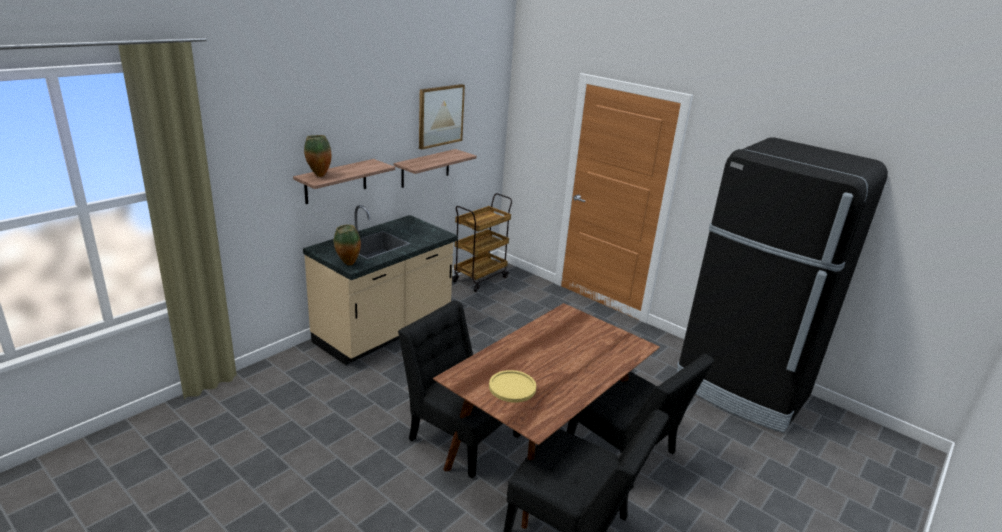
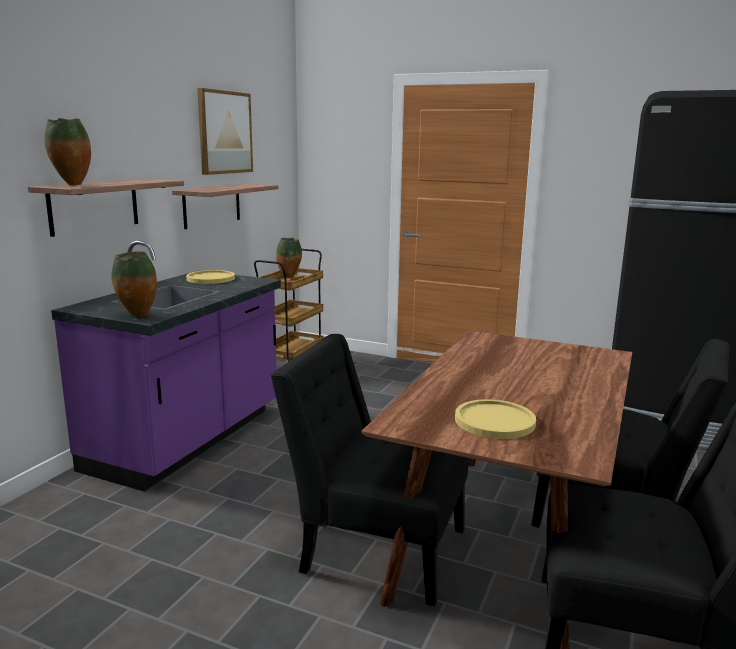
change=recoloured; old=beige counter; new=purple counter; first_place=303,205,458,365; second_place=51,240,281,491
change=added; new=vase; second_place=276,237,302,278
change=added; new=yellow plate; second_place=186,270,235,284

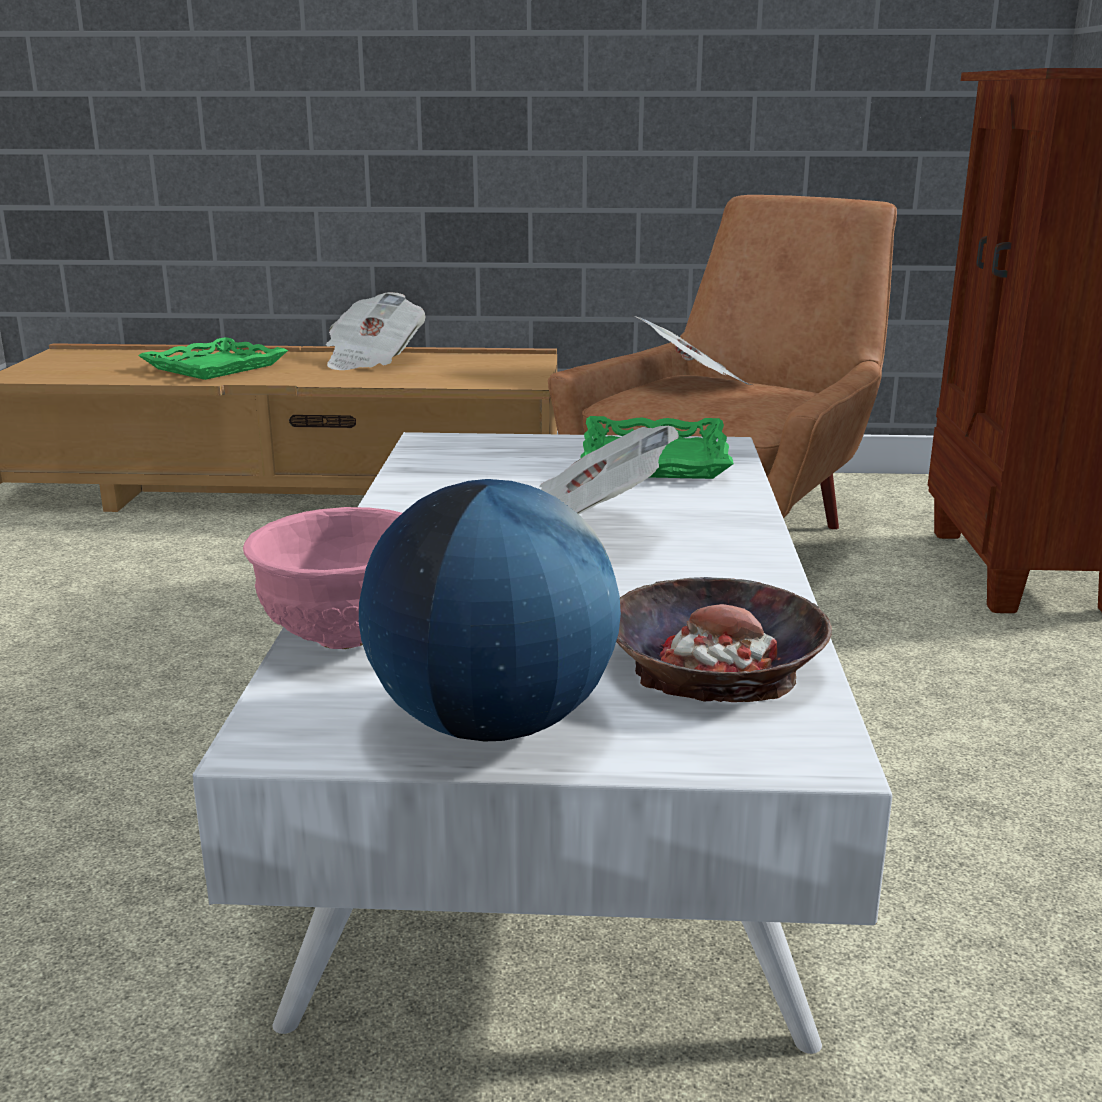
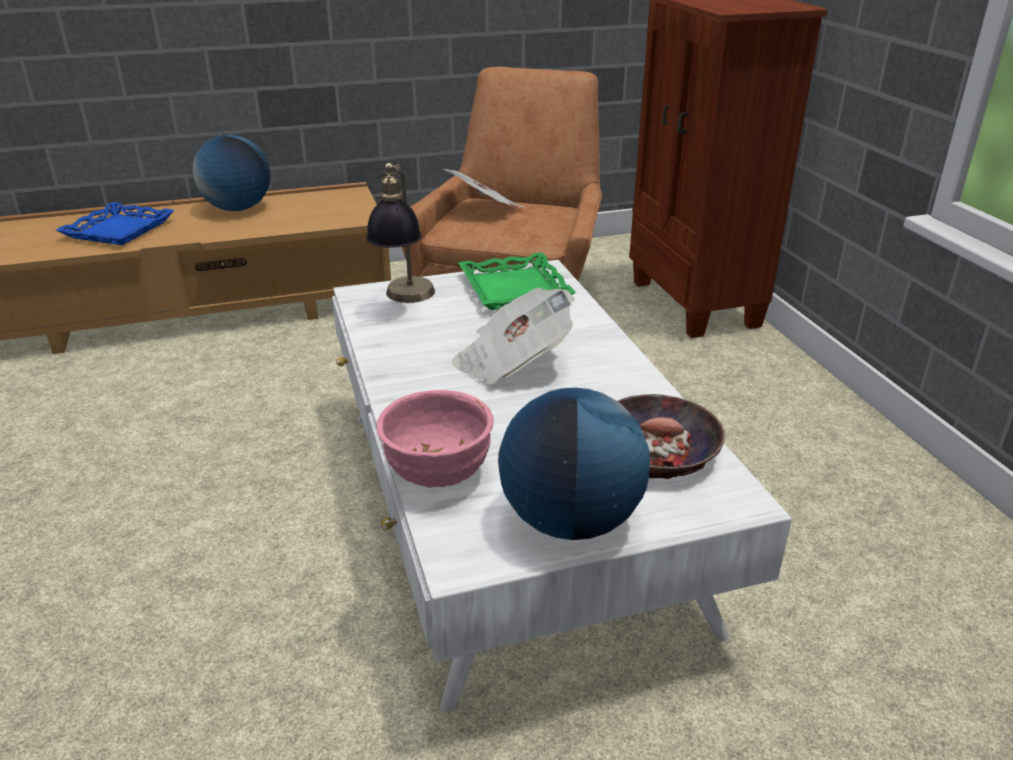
change=replaced; old=newspaper; new=globe; first_place=326,292,426,370; second_place=193,135,270,211
change=recoloured; old=green tray; new=blue tray; first_place=138,337,288,380; second_place=56,202,175,245
change=added; new=table lamp; second_place=366,163,435,303

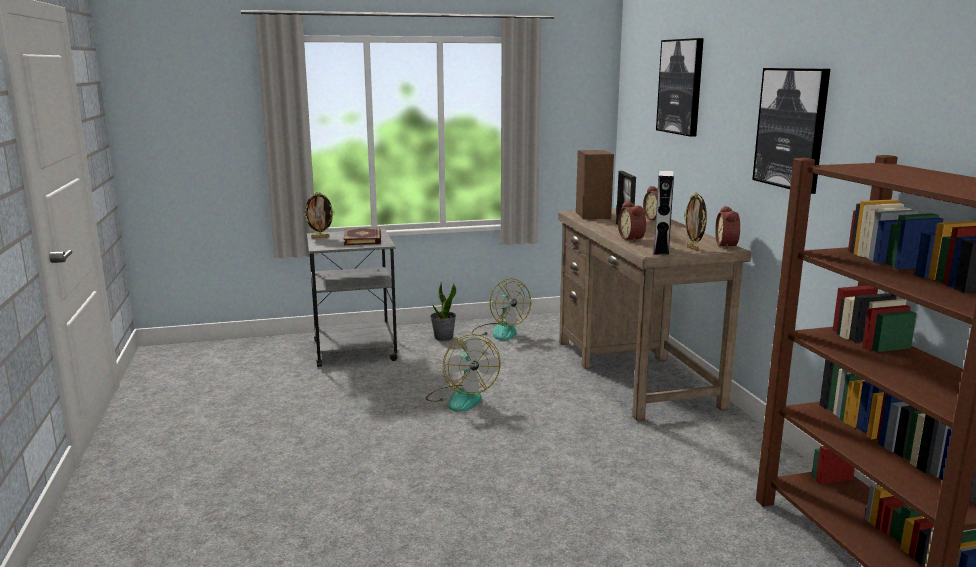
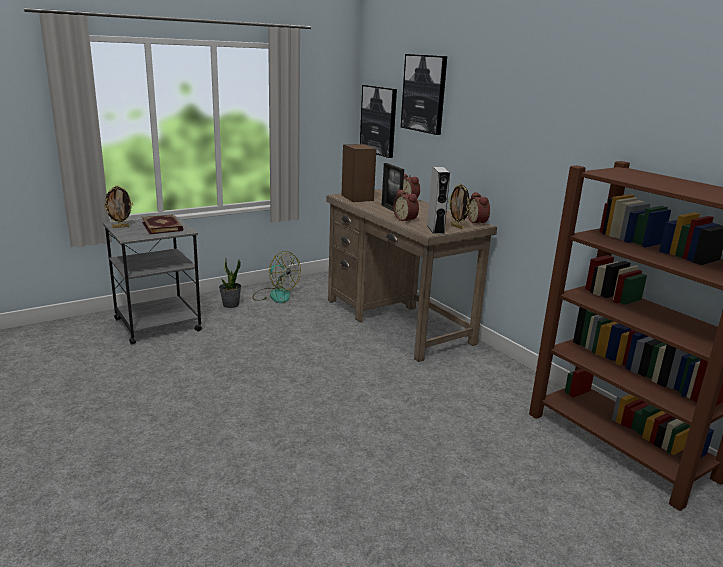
change=moved; old=picture; first_place=752,68,830,194; second_place=360,85,397,158
change=removed; old=fan; first_place=426,334,501,412

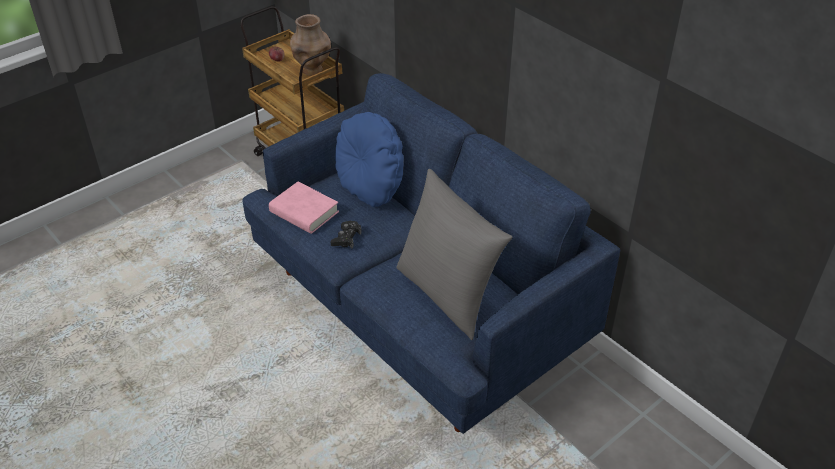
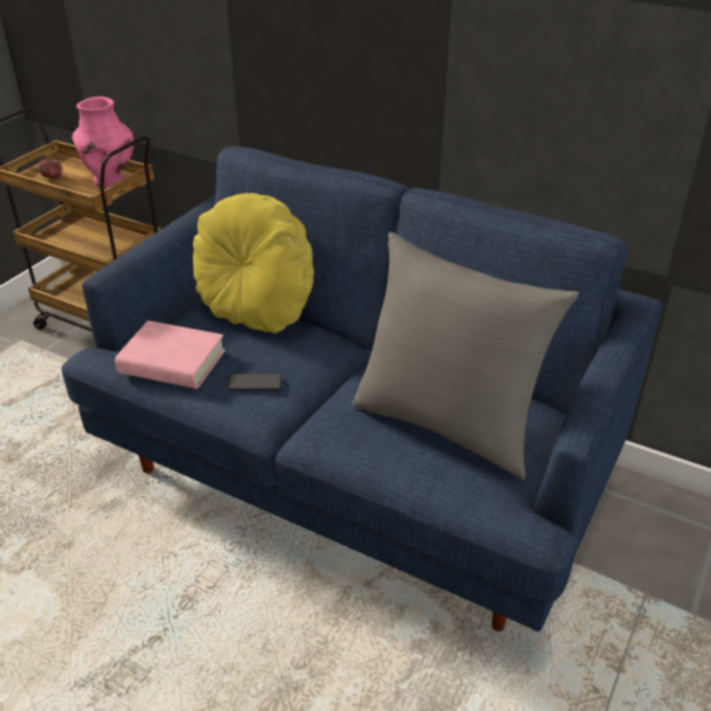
change=recoloured; old=brown vase; new=pink vase; first_place=290,14,331,76; second_place=72,97,134,188
change=recoloured; old=blue pillow; new=yellow pillow; first_place=335,112,403,207; second_place=193,193,314,333
change=replaced; old=black game controller; new=phone; first_place=330,221,362,248; second_place=228,373,282,391

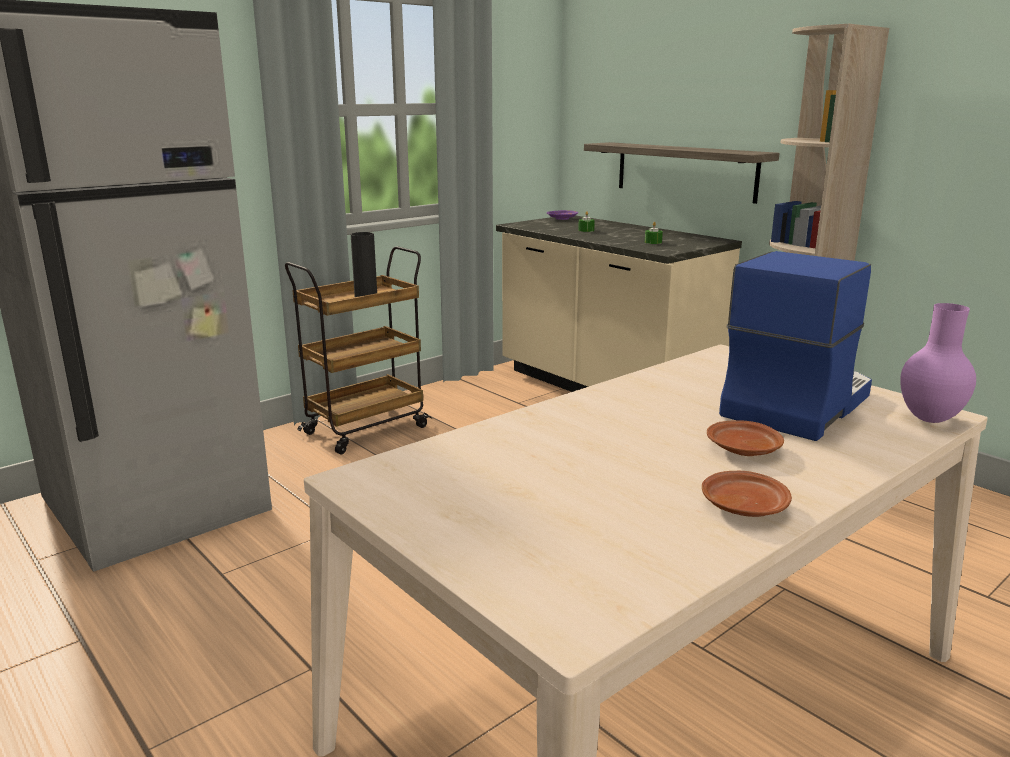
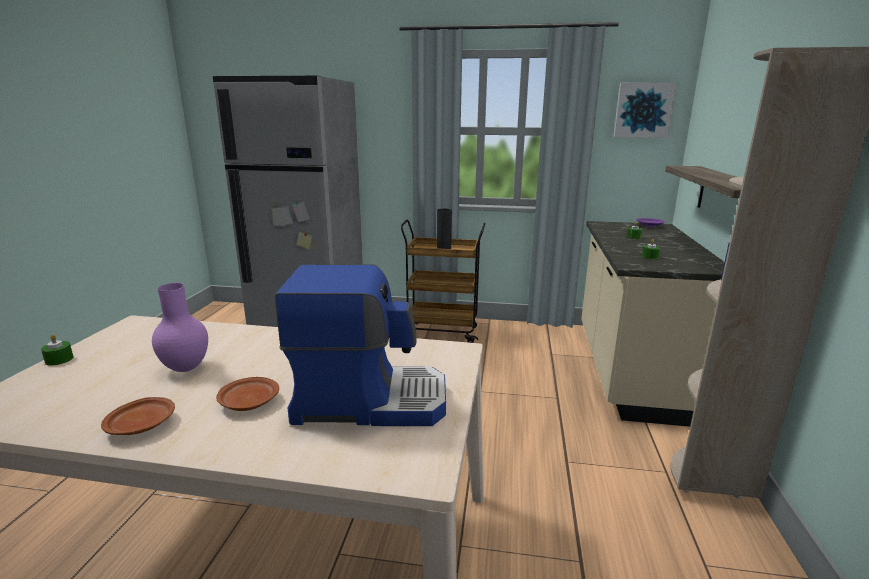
change=moved; old=purple vase; first_place=900,303,976,423; second_place=152,283,208,372
change=added; new=picture; second_place=613,82,677,138
change=added; new=green candle; second_place=41,334,74,366

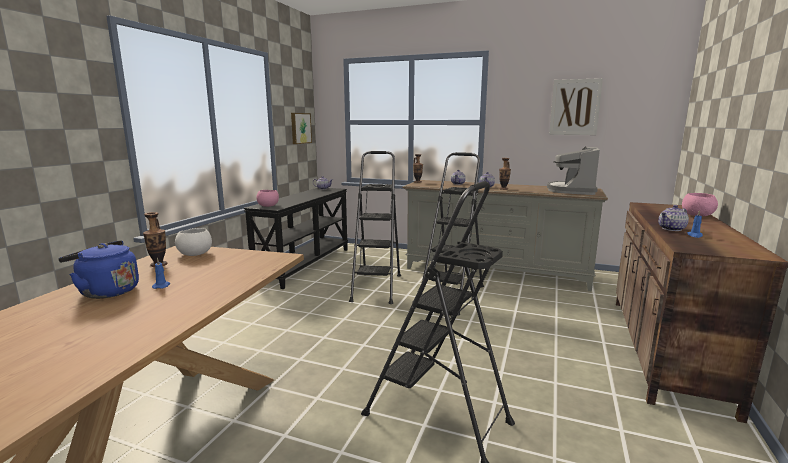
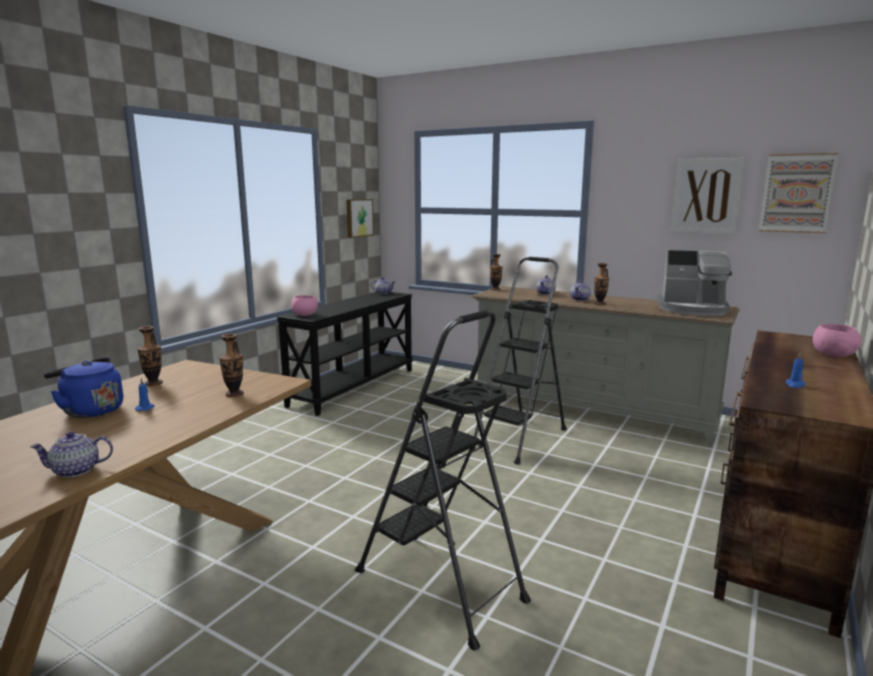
change=turned; old=coffee machine; first_place=547,147,600,195; second_place=657,250,732,316; degrees=-105
change=removed; old=step ladder; first_place=349,151,401,304
change=moved; old=teapot; first_place=658,205,689,231; second_place=30,431,113,478
change=removed; old=white bowl; first_place=175,228,212,256
change=added; new=picture; second_place=759,153,838,233
change=added; new=vase; second_place=219,334,244,397

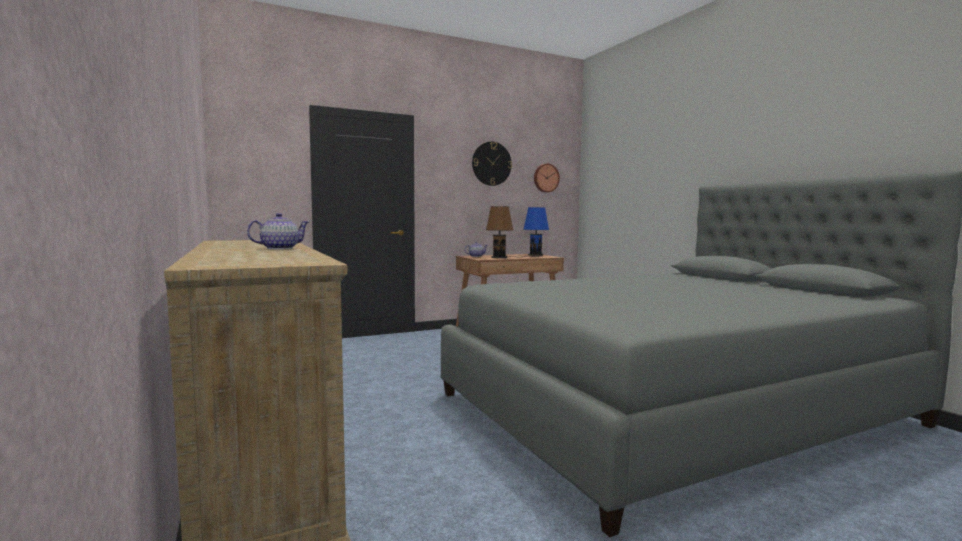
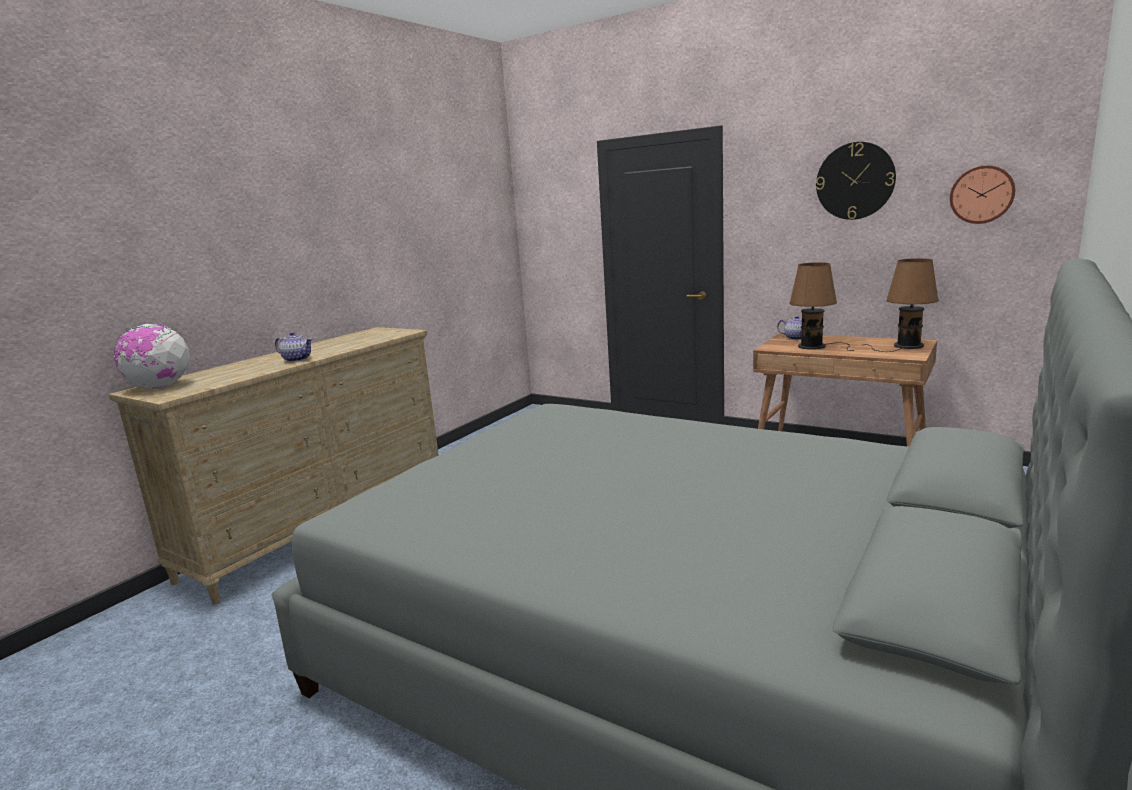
change=recoloured; old=blue table lamp; new=brown table lamp; first_place=523,207,549,257; second_place=864,258,939,352
change=added; new=globe; second_place=114,324,189,388

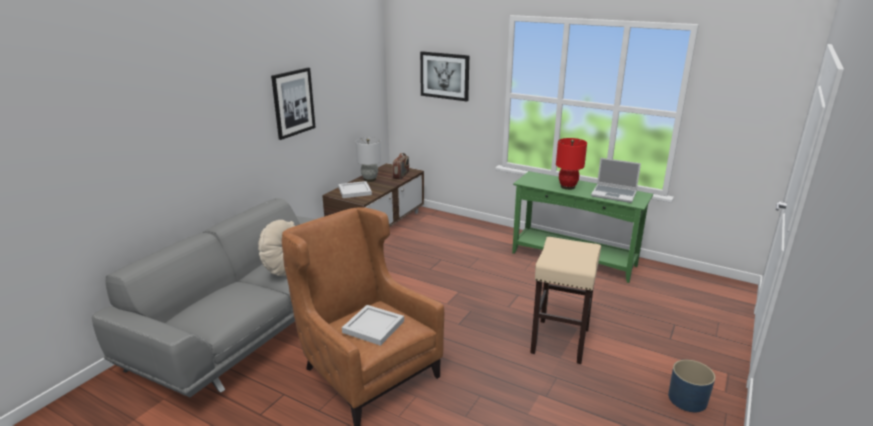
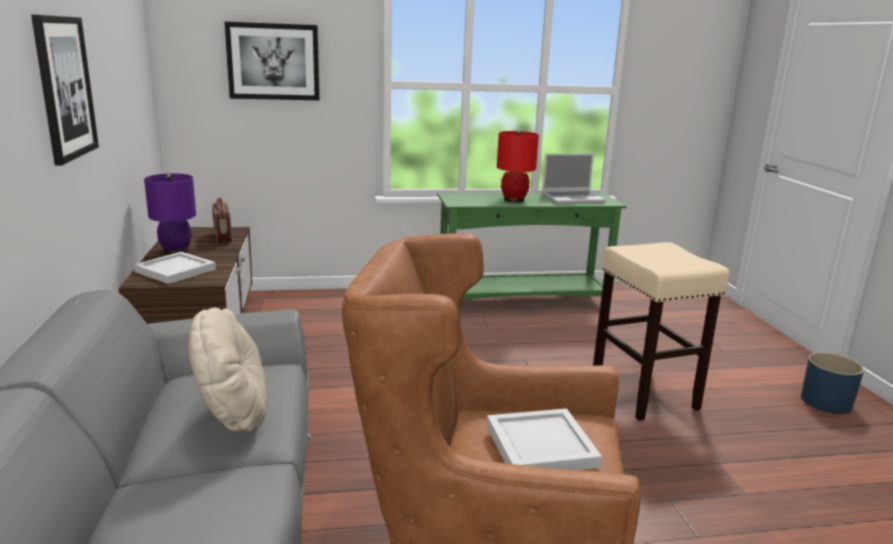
change=recoloured; old=white table lamp; new=purple table lamp; first_place=356,137,381,182; second_place=144,174,196,254

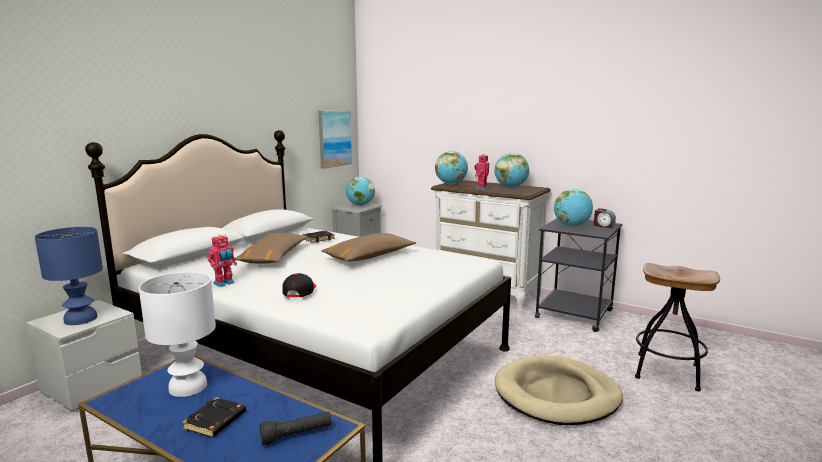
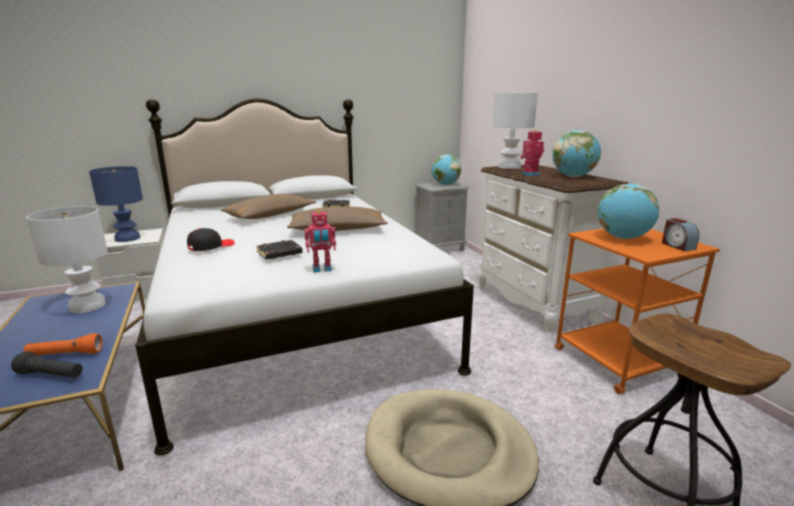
change=removed; old=picture; first_place=318,110,352,169
change=replaced; old=globe; new=white table lamp; first_place=435,151,468,184; second_place=492,92,538,169
change=recoloured; old=black cart; new=orange cart; first_place=535,218,623,332; second_place=555,228,720,394
change=moved; old=toy robot; first_place=208,234,237,287; second_place=304,210,336,273
change=moved; old=black book; first_place=182,397,246,437; second_place=256,240,303,260
change=added; new=orange flashlight; second_place=23,333,102,356

